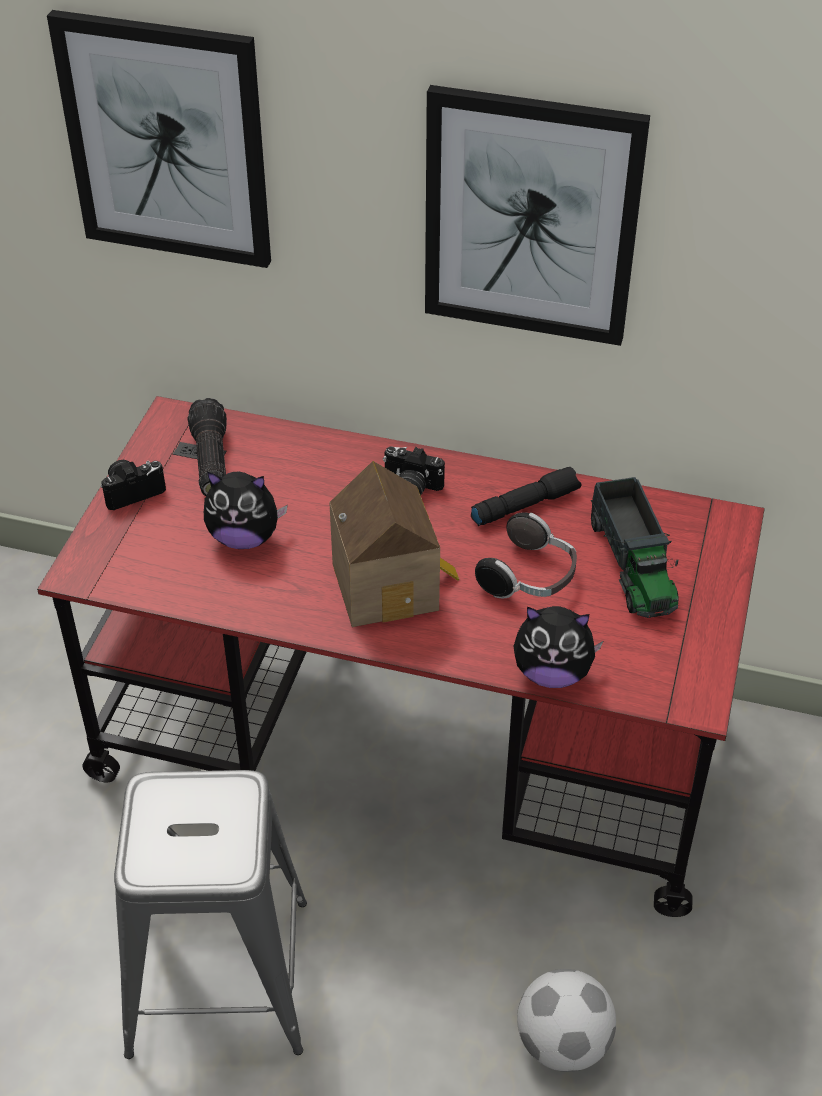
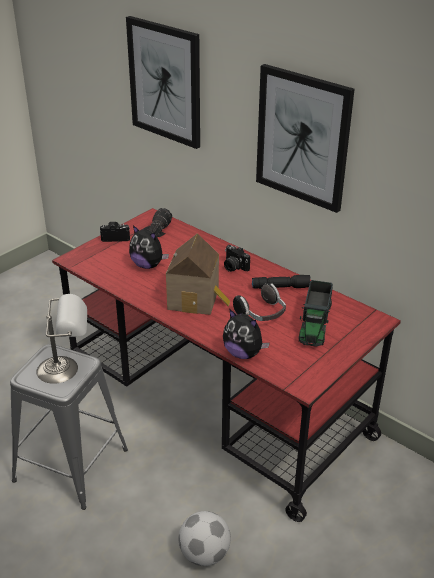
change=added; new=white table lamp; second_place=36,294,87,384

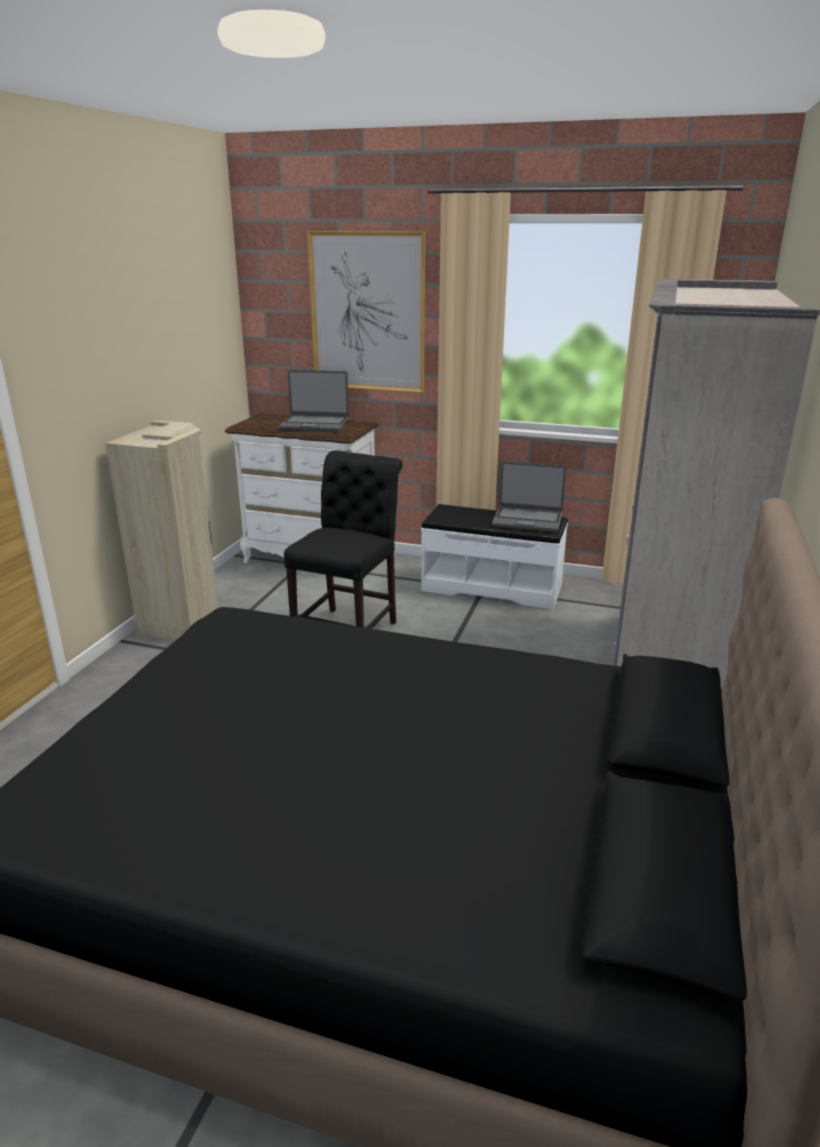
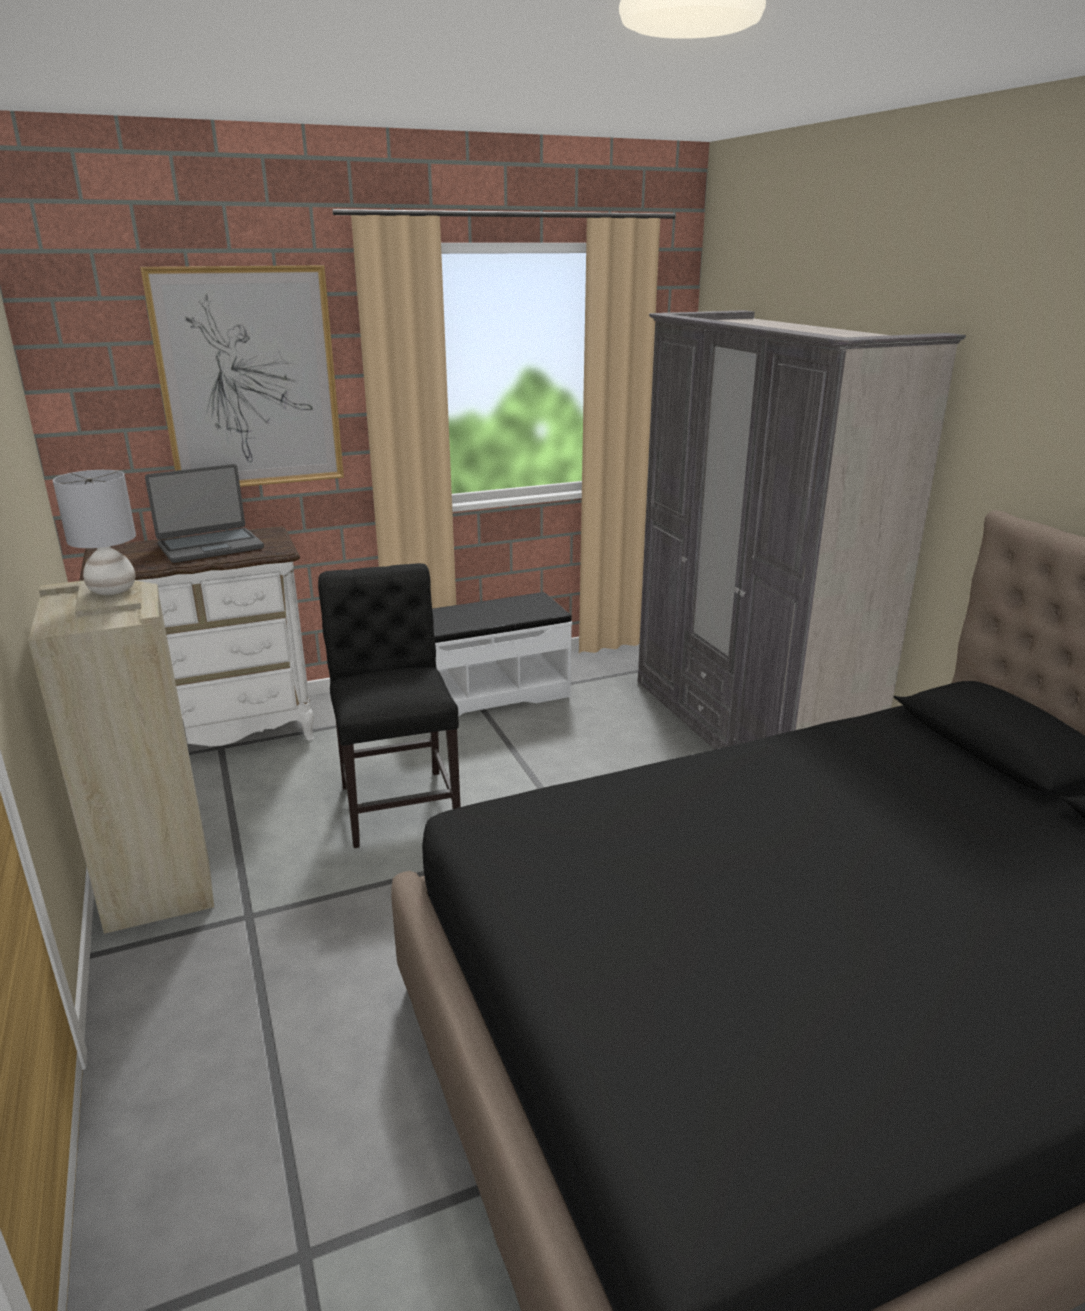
change=removed; old=laptop; first_place=492,461,566,532
change=added; new=grey table lamp; second_place=53,470,136,596

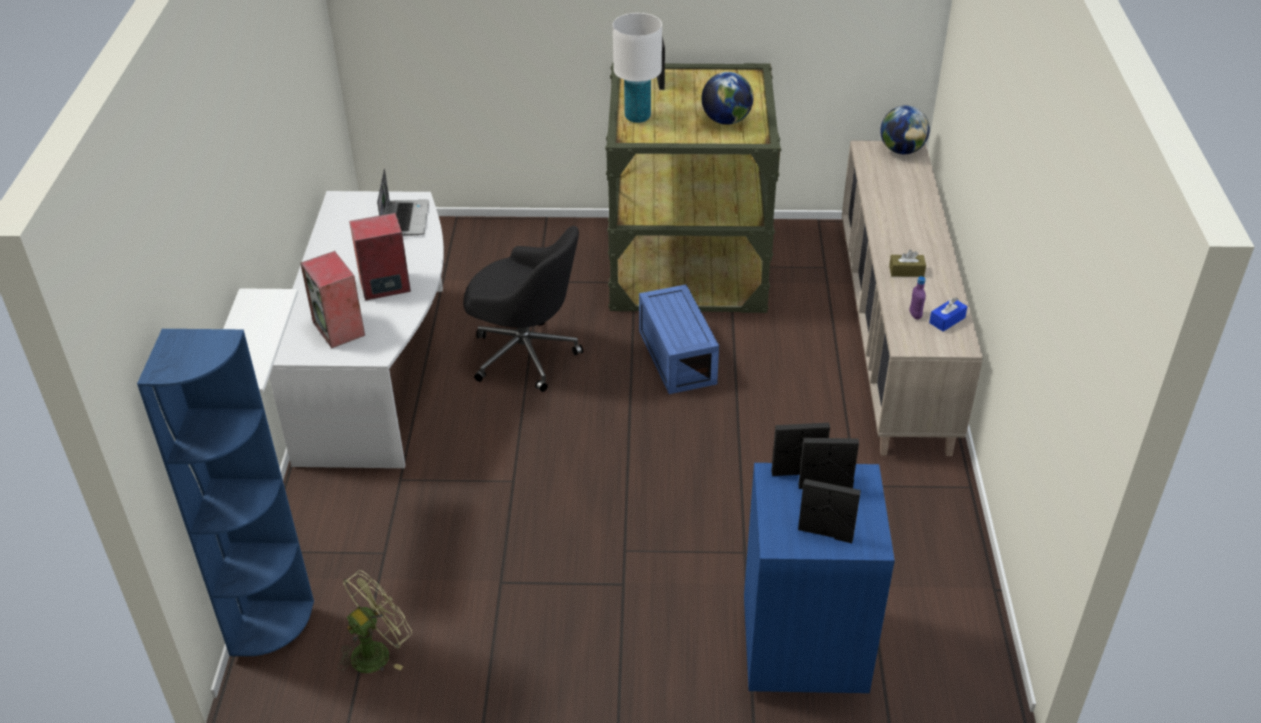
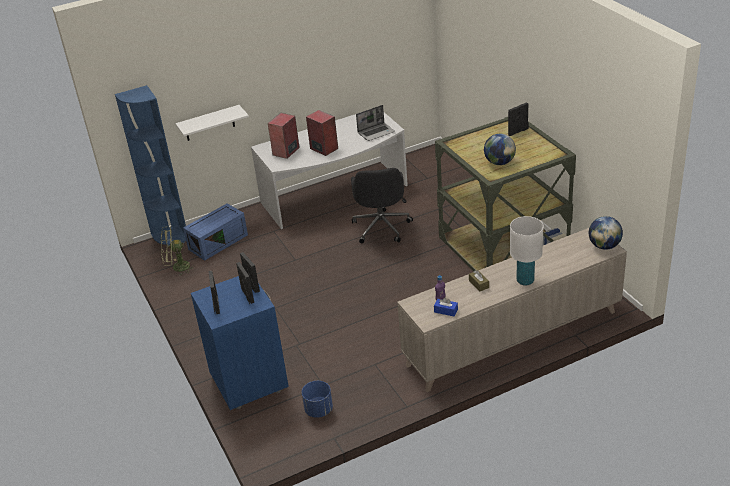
change=moved; old=white table lamp; first_place=613,13,662,123; second_place=510,216,544,286
change=moved; old=blue storage box; first_place=639,285,719,394; second_place=183,203,248,261
change=turned; old=green fan; first_place=338,570,412,673; second_place=161,226,196,276; degrees=150
change=added; new=blue planter; second_place=302,381,333,418

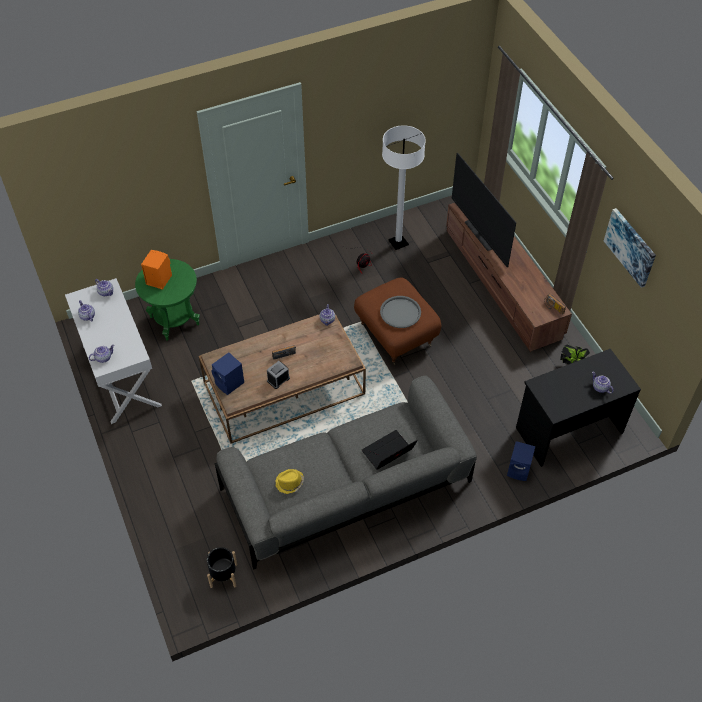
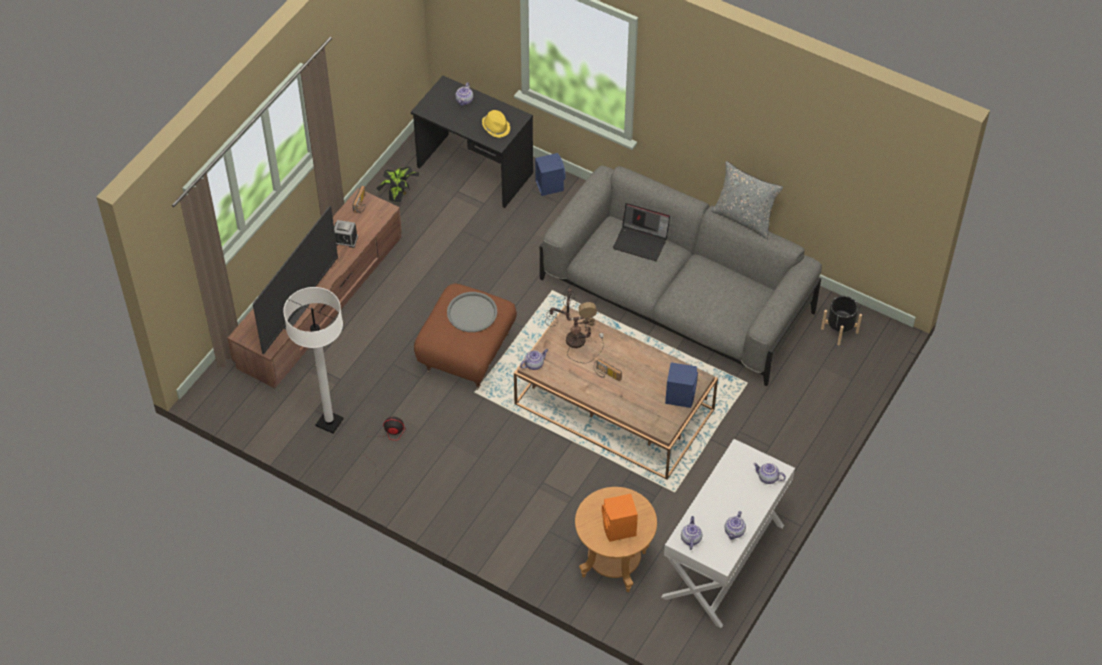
change=removed; old=picture; first_place=604,208,656,288
change=recoloured; old=green side table; new=brown side table; first_place=135,259,200,341; second_place=575,487,657,592
change=moved; old=alarm clock; first_place=267,361,290,389; second_place=334,220,358,248
change=moved; old=yellow hat; first_place=276,469,304,494; second_place=482,110,511,138
change=added; new=grey pillow; second_place=711,161,783,239
change=added; new=table lamp; second_place=545,289,604,363

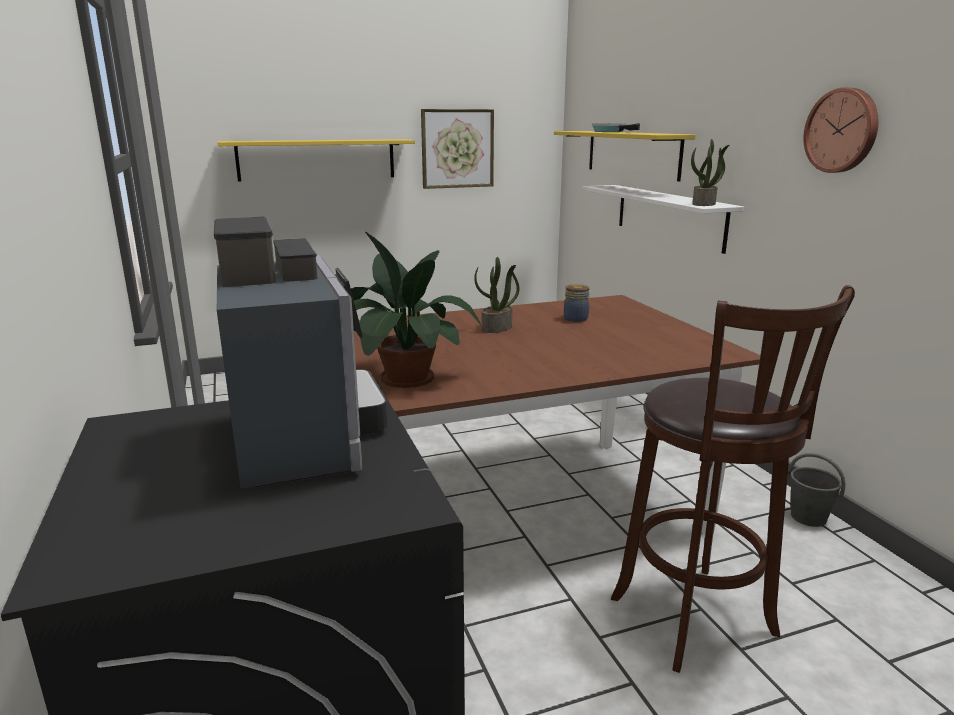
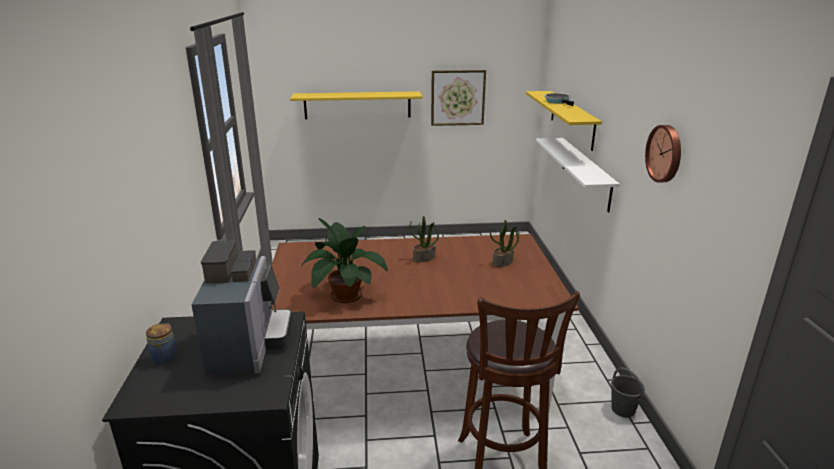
change=moved; old=potted plant; first_place=691,139,729,206; second_place=490,220,519,267
change=moved; old=jar; first_place=564,284,589,322; second_place=146,323,178,364

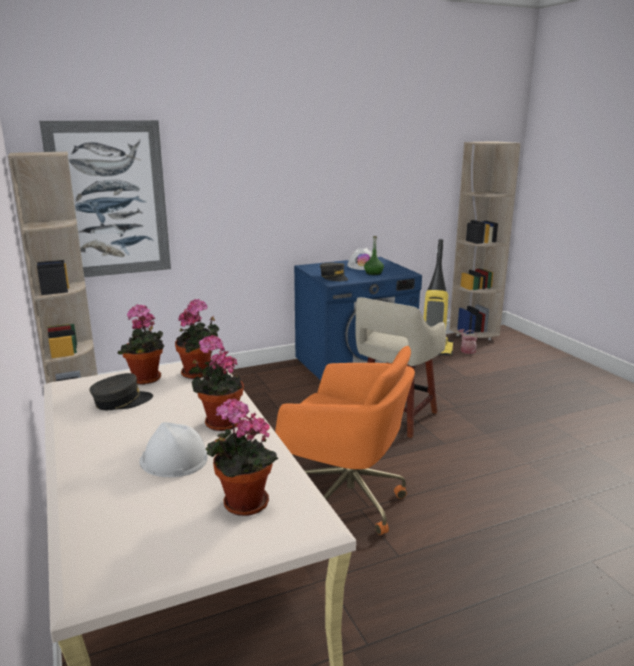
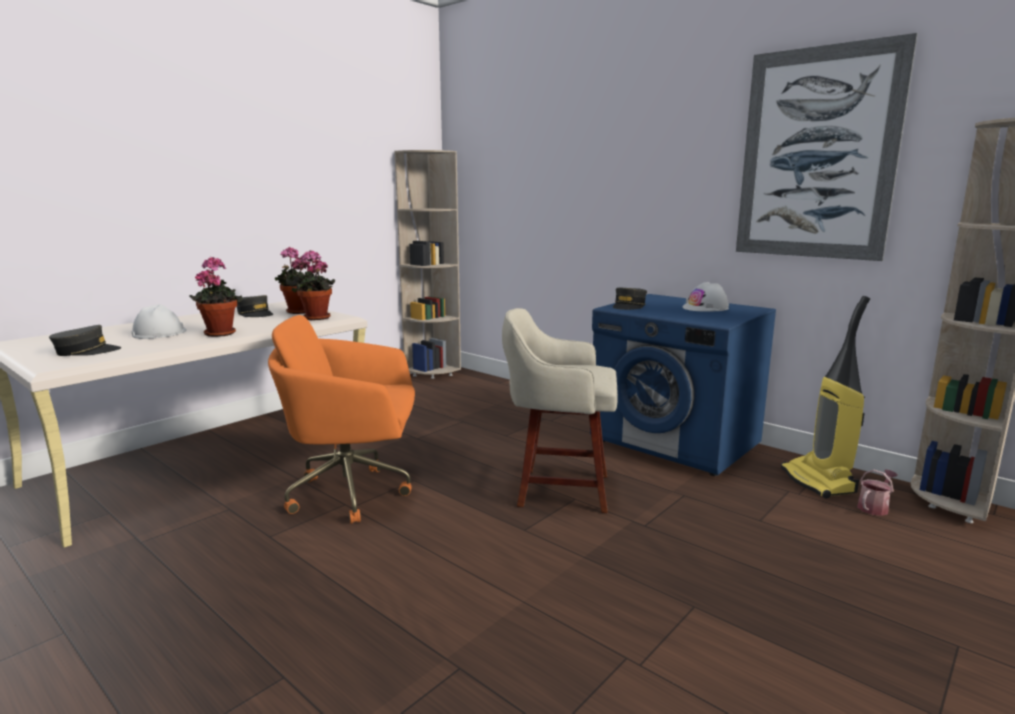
change=moved; old=picture; first_place=39,120,171,277; second_place=736,33,918,261
change=removed; old=green bottle; first_place=364,236,384,275
change=turned; old=orange office chair; first_place=275,346,415,535; second_place=268,315,415,524; degrees=90
change=replaced; old=potted plant; new=grey cap; first_place=206,398,279,516; second_place=49,325,122,356

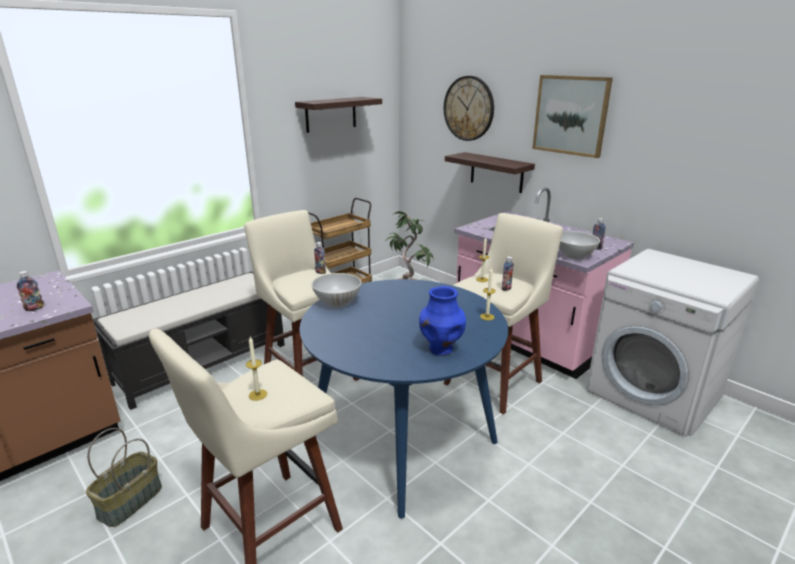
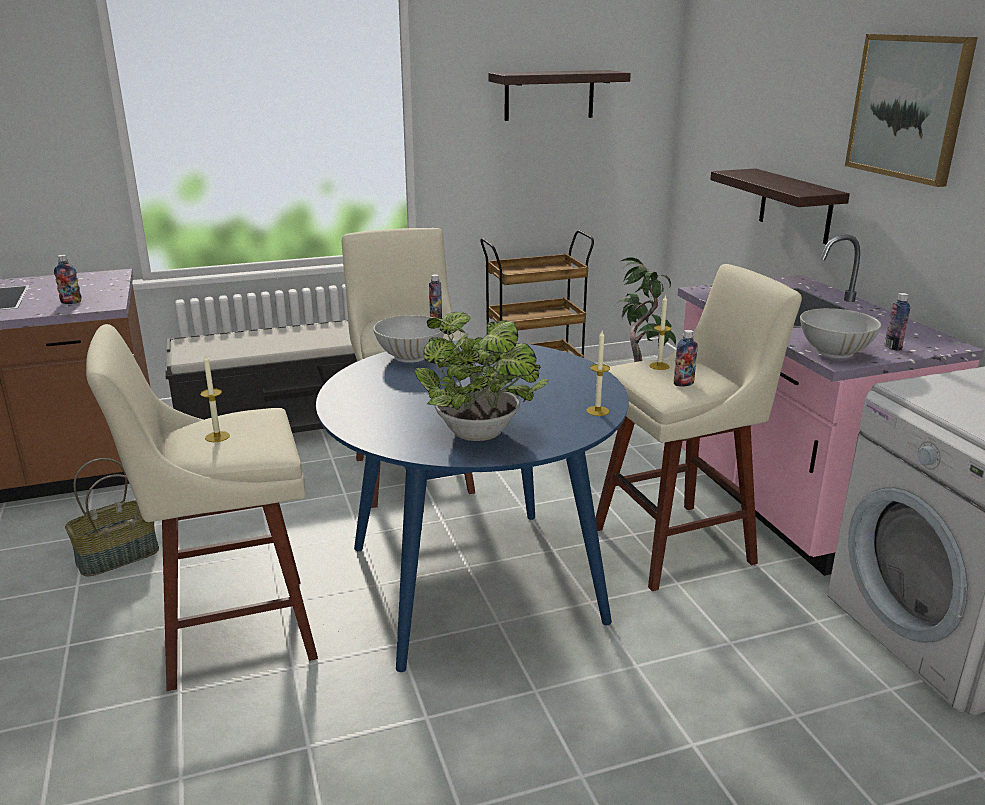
change=removed; old=wall clock; first_place=444,76,494,141
change=replaced; old=blue vase; new=potted plant; first_place=419,286,466,356; second_place=414,312,549,441

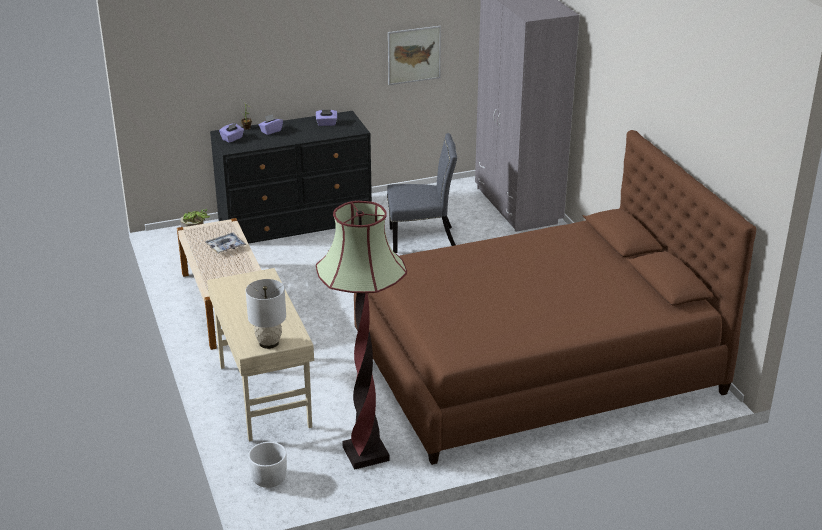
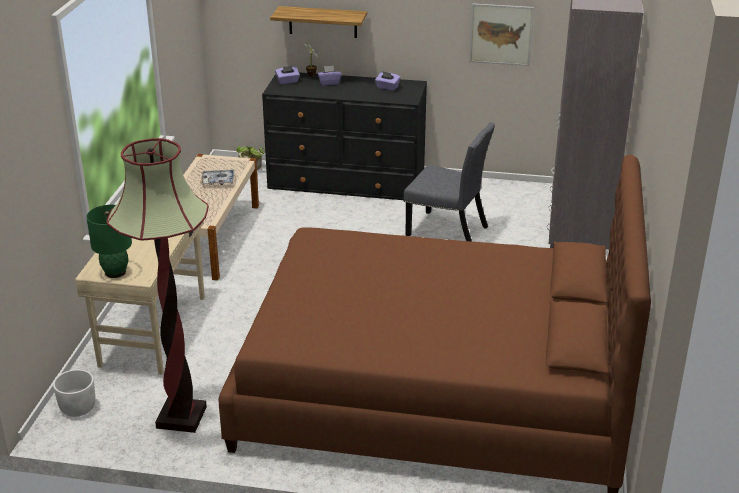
change=recoloured; old=white table lamp; new=green table lamp; first_place=246,279,286,349; second_place=86,205,132,278
change=added; new=shelf; second_place=270,6,367,38

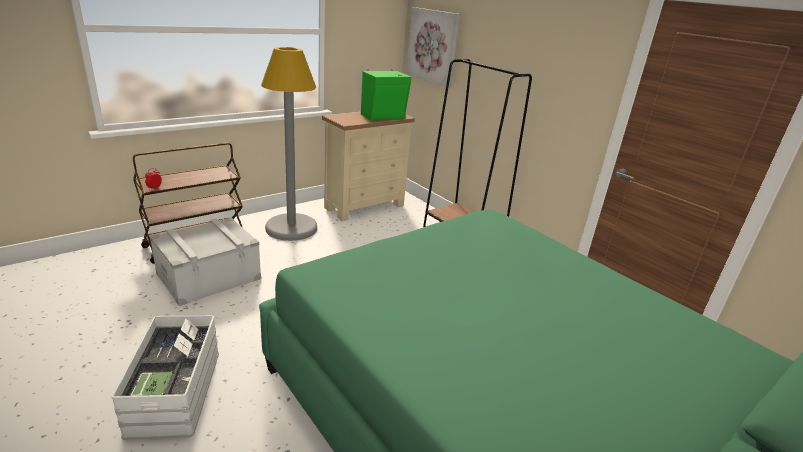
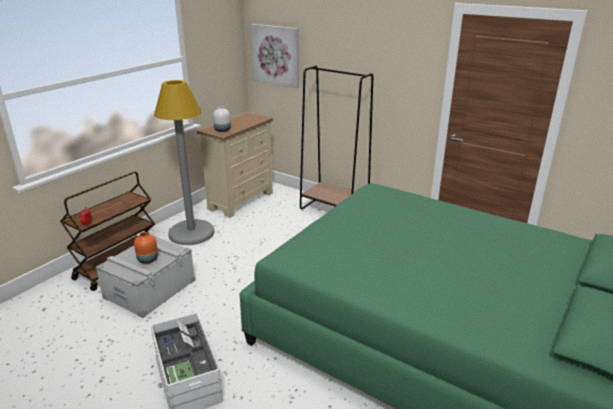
change=removed; old=green speaker; first_place=361,69,411,121
change=added; new=white vase; second_place=213,106,231,132
change=added; new=orange vase; second_place=134,232,158,264

